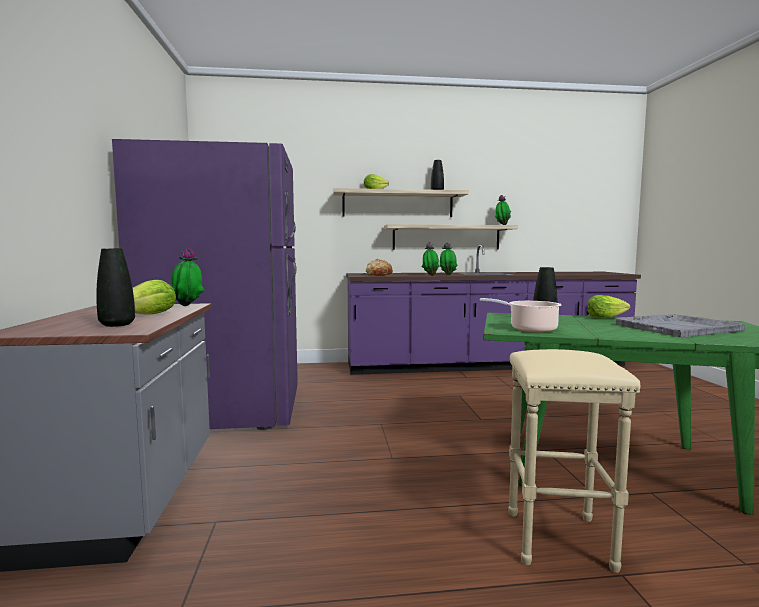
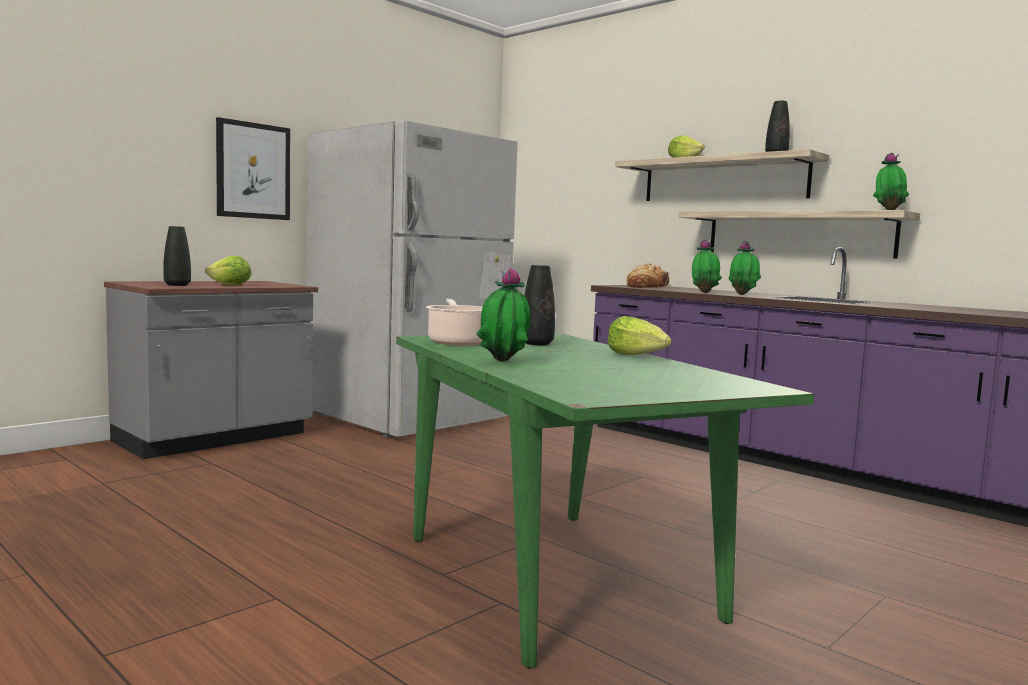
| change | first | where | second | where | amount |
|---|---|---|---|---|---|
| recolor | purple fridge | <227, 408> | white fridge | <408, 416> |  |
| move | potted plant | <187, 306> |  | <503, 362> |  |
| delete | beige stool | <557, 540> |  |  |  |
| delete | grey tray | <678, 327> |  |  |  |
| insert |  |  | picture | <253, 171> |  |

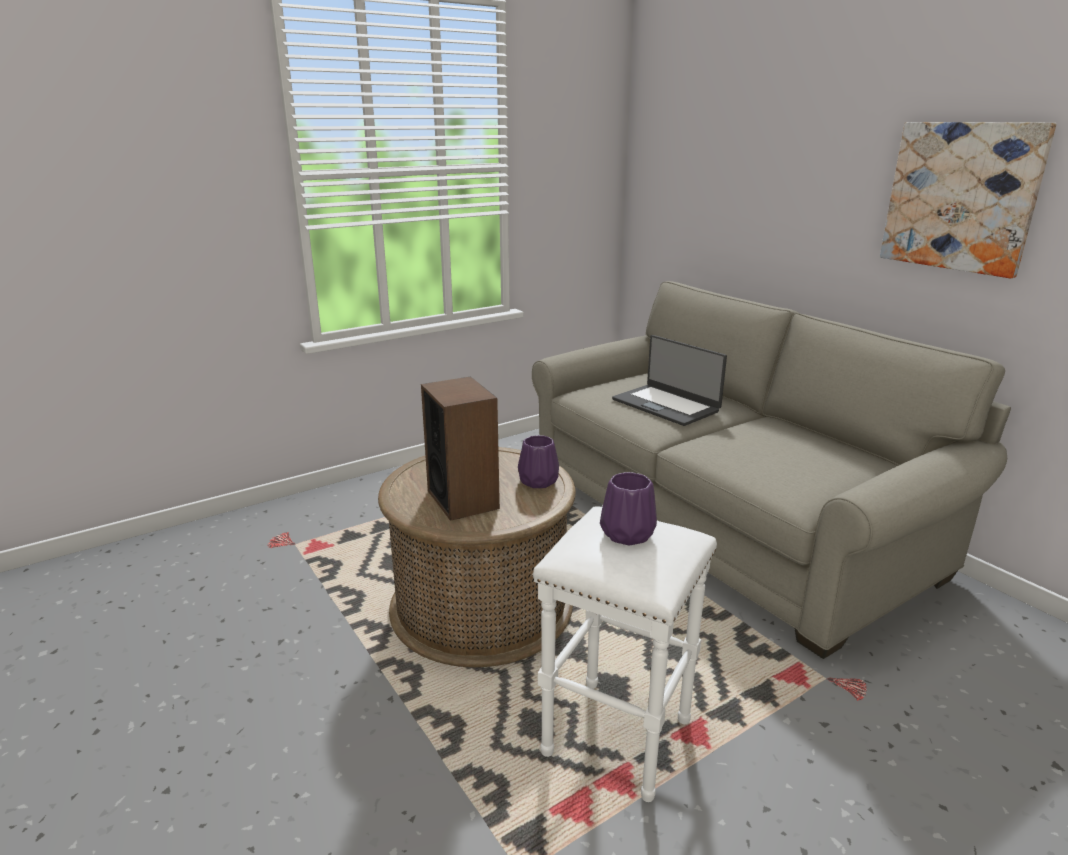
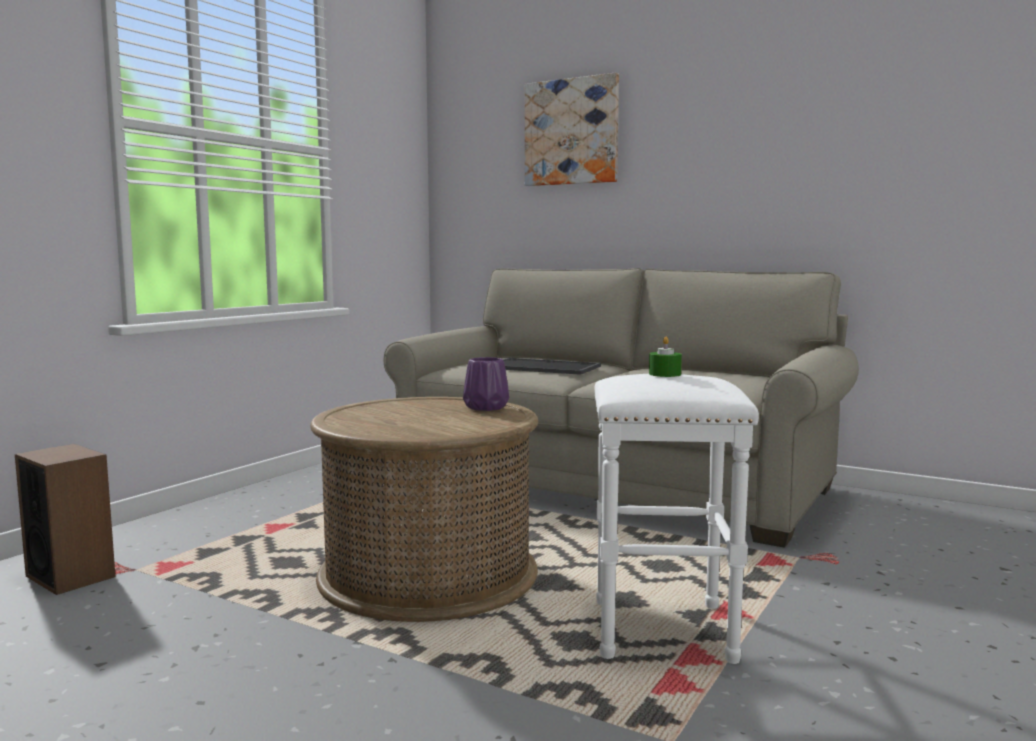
| change | first | where | second | where | amount |
|---|---|---|---|---|---|
| move | speaker | <463, 499> |  | <71, 576> |  |
| replace | purple vase | <626, 534> | green candle | <664, 374> |  |
| replace | laptop | <666, 405> | tray | <544, 367> |  |
| move | picture | <961, 197> |  | <572, 132> |  |

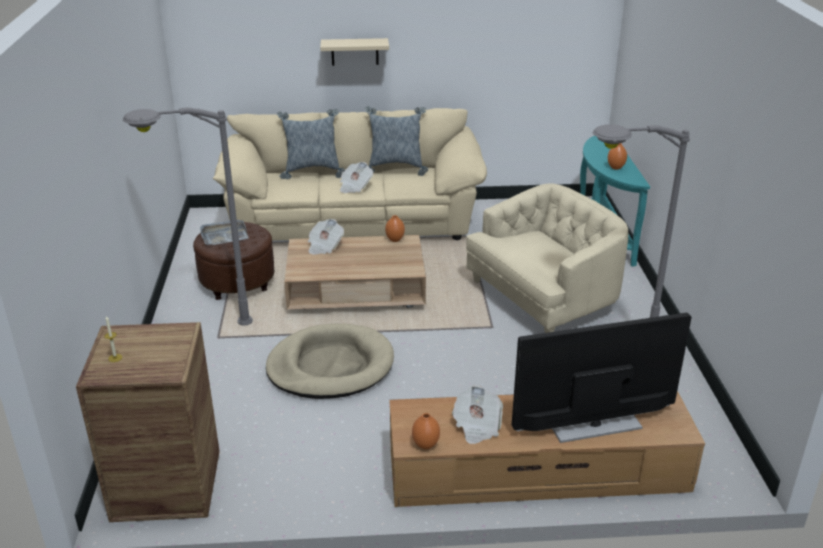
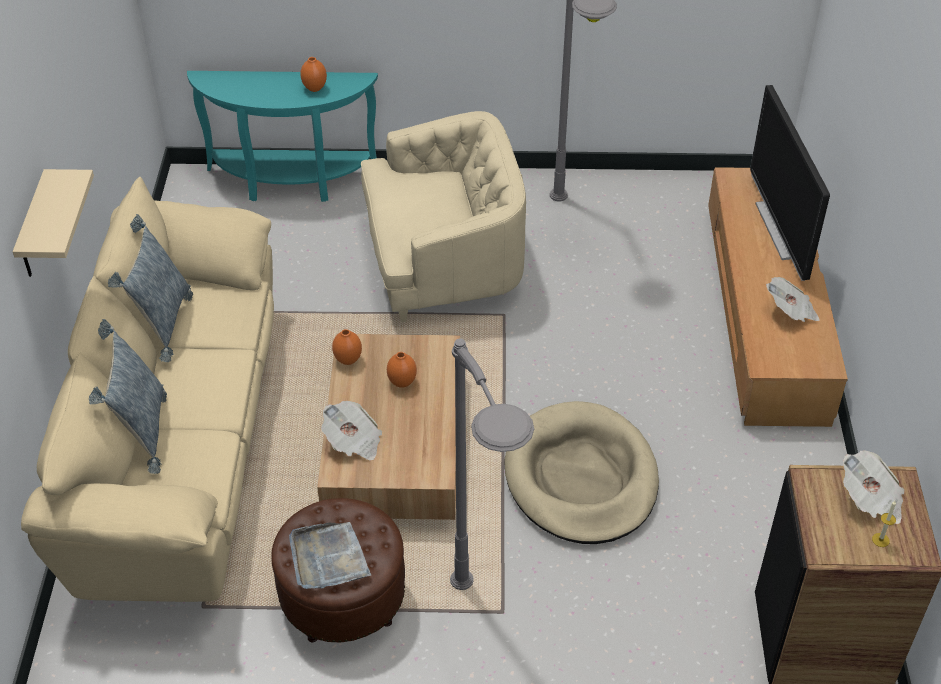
| change | first | where | second | where | amount |
|---|---|---|---|---|---|
| move | newspaper | <355, 187> |  | <870, 500> |  |
| move | orange vase | <425, 445> |  | <402, 383> |  |
| rotate | beige armchair | <542, 298> |  | <442, 261> | 105 degrees clockwise |

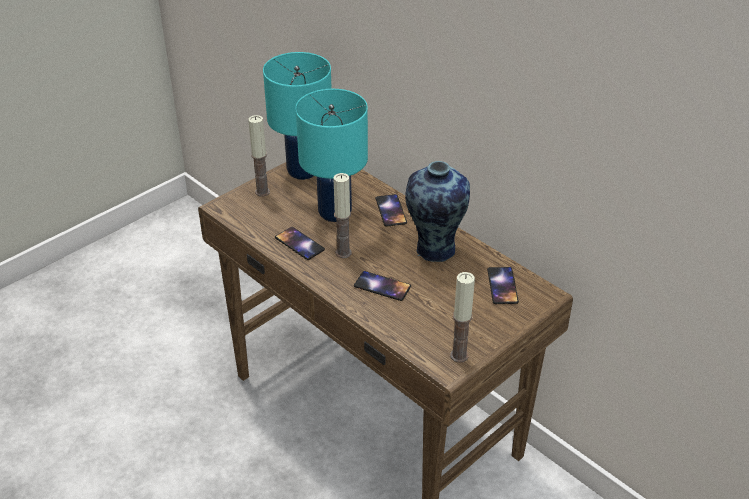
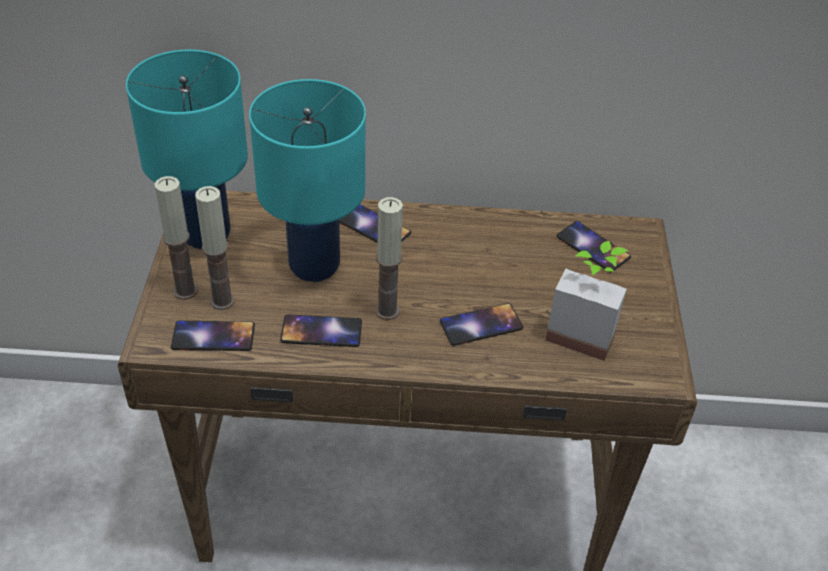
| change | first | where | second | where | amount |
|---|---|---|---|---|---|
| delete | vase | <434, 250> |  |  |  |
| move | candle | <459, 355> |  | <222, 301> |  |
| insert |  |  | phone | <213, 336> |  |
| insert |  |  | potted plant | <583, 331> |  |

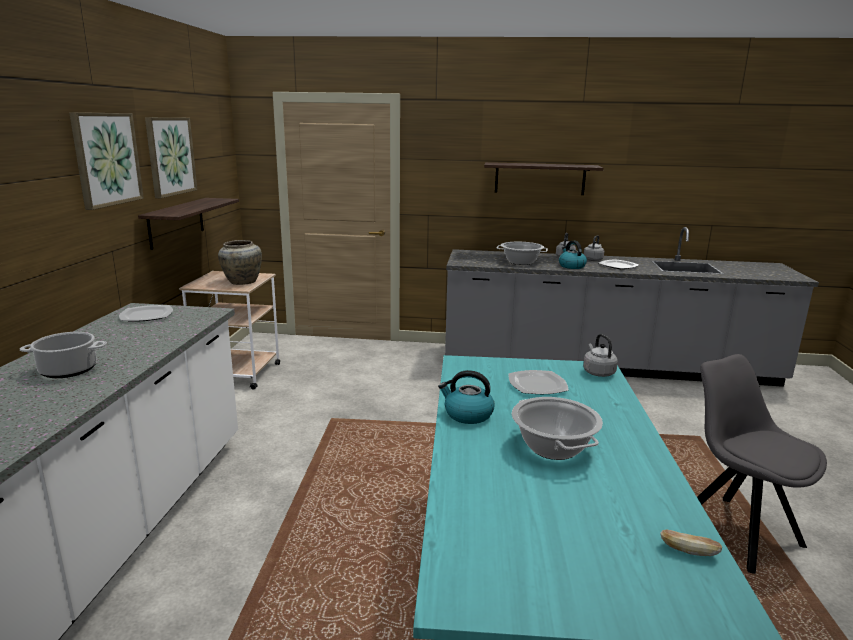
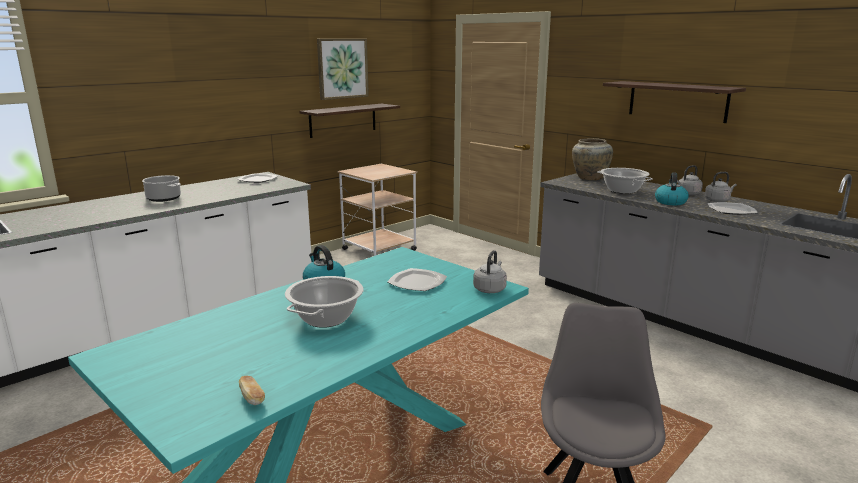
| change | first | where | second | where | amount |
|---|---|---|---|---|---|
| delete | picture | <106, 159> |  |  |  |
| move | beige vase | <241, 282> |  | <589, 178> |  |

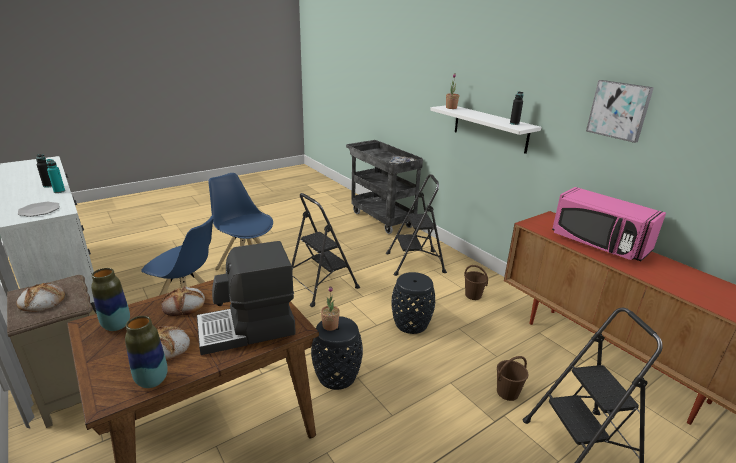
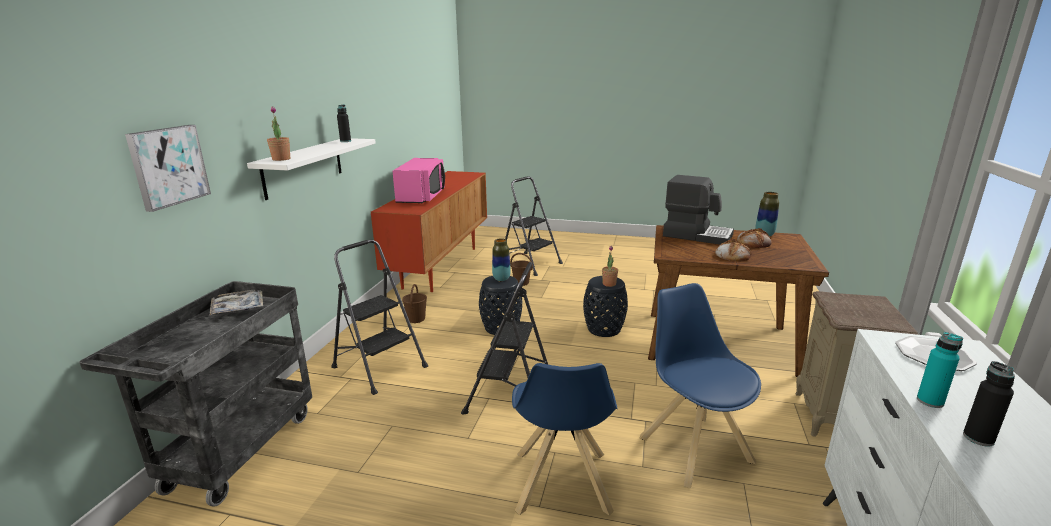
| change | first | where | second | where | amount |
|---|---|---|---|---|---|
| delete | bread | <41, 301> |  |  |  |
| move | vase | <116, 326> |  | <501, 279> |  |
| move | picture | <619, 110> |  | <168, 166> |  |

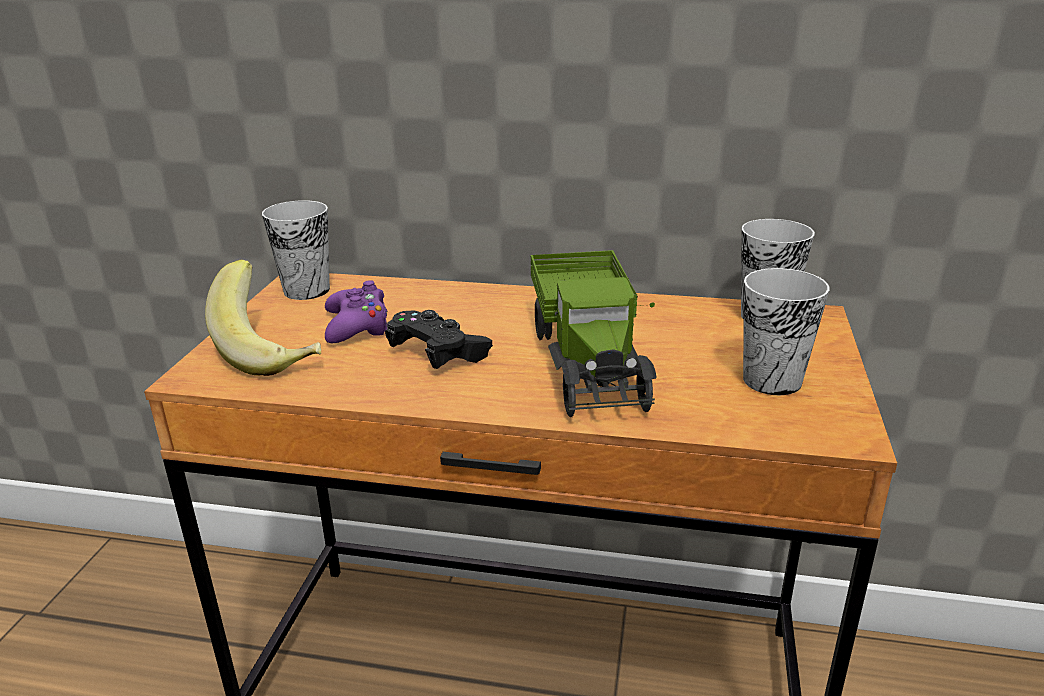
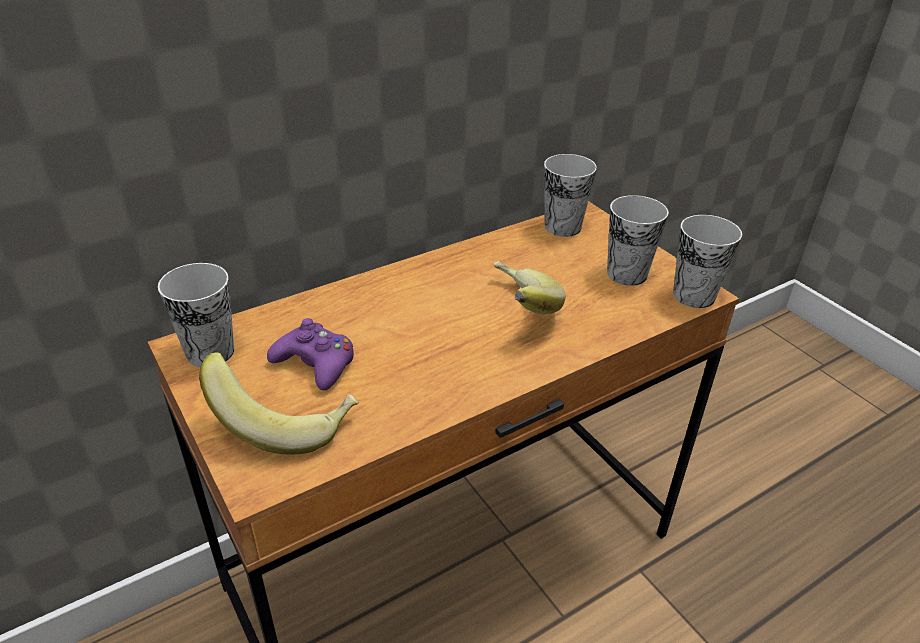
| change | first | where | second | where | amount |
|---|---|---|---|---|---|
| delete | black game controller | <438, 354> |  |  |  |
| replace | toy truck | <590, 360> | banana | <517, 309> |  |
| insert |  |  | cup | <693, 295> |  |

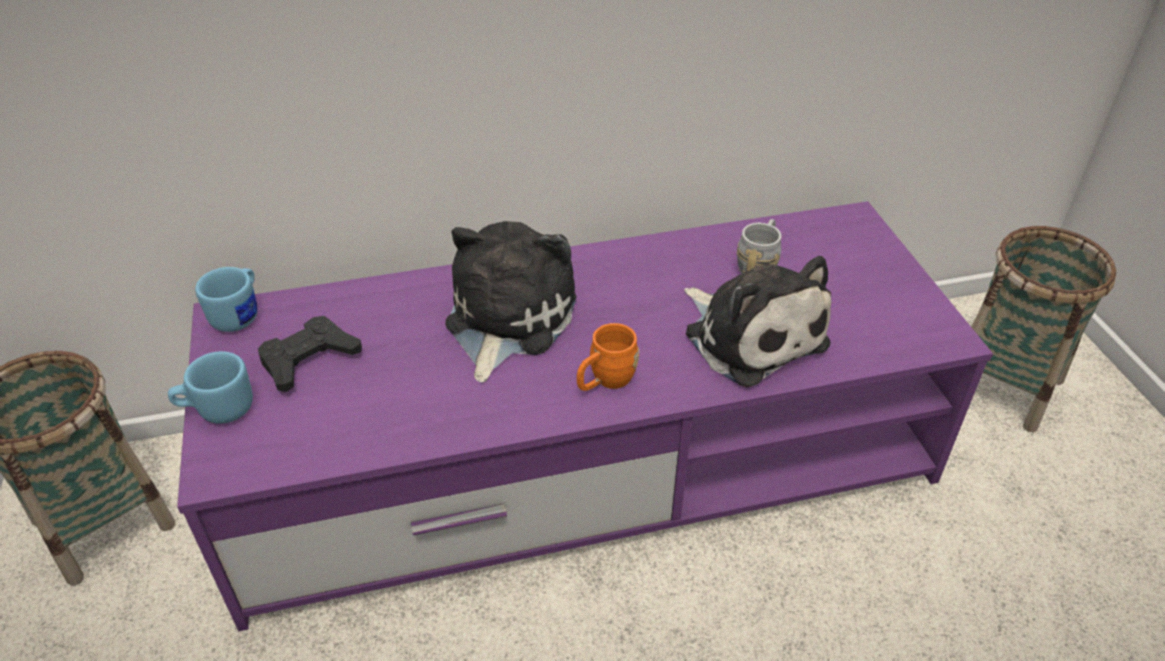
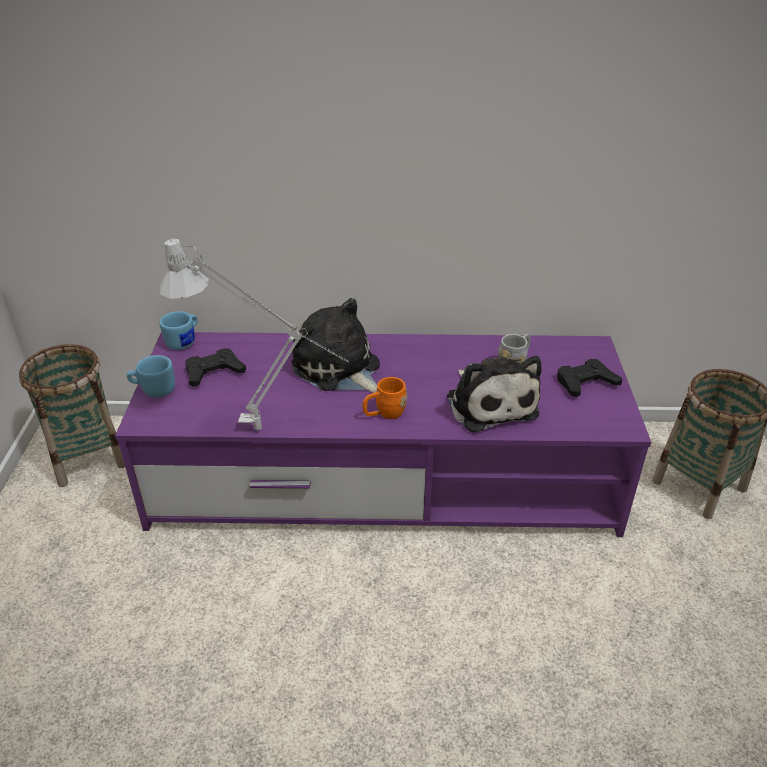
| change | first | where | second | where | amount |
|---|---|---|---|---|---|
| rotate | plush toy | <506, 319> |  | <338, 369> | 75 degrees counterclockwise |
| insert |  |  | grey table lamp | <269, 431> |  |
| insert |  |  | black game controller | <585, 382> |  |

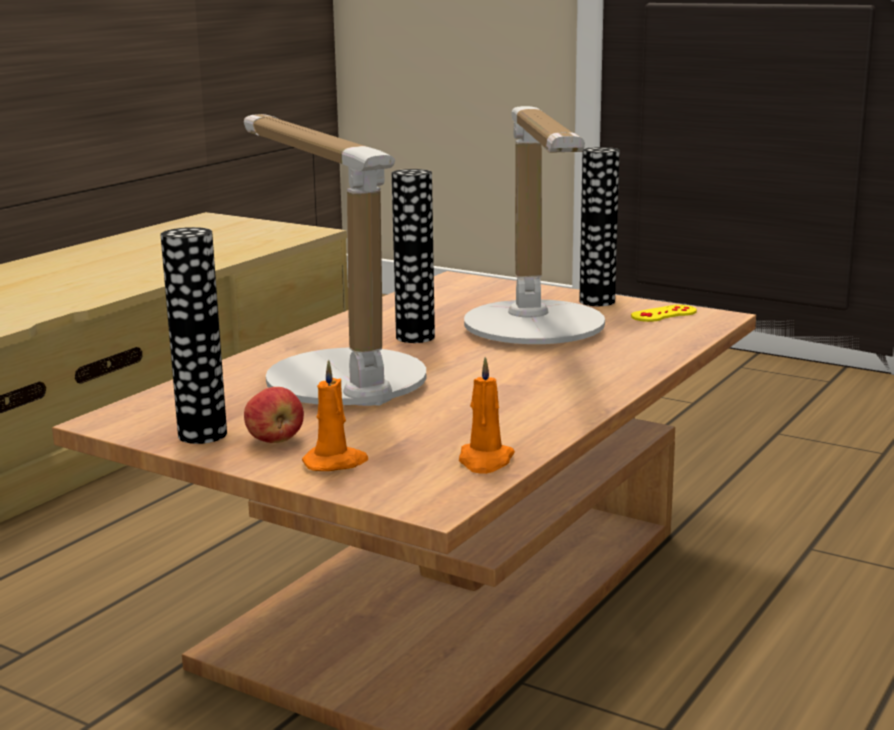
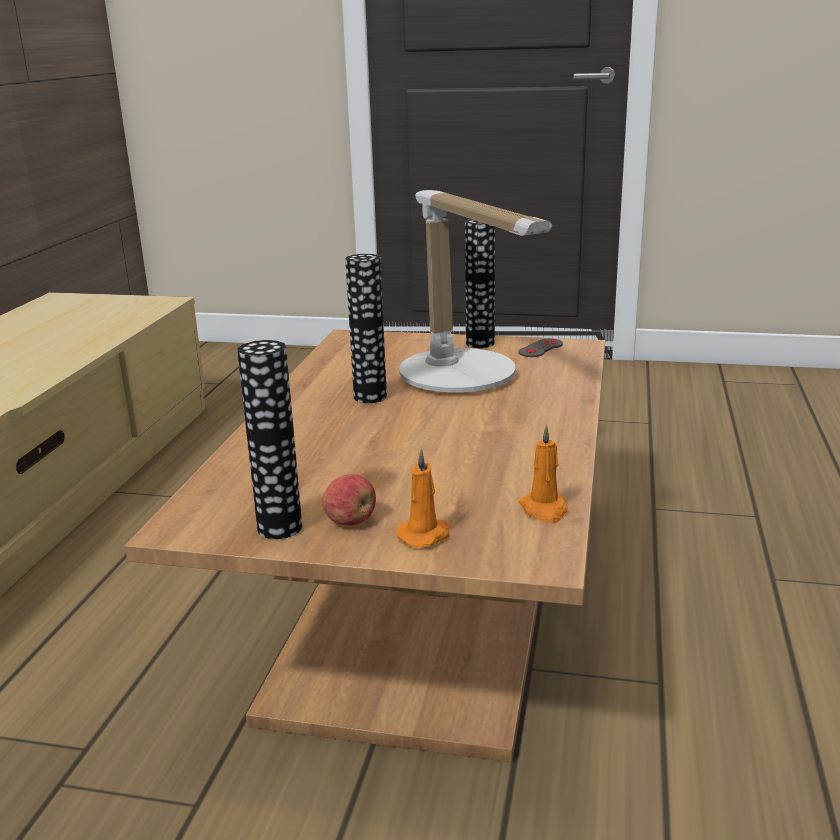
| change | first | where | second | where | amount |
|---|---|---|---|---|---|
| delete | table lamp | <337, 377> |  |  |  |
| recolor | yellow game controller | <664, 314> | grey game controller | <540, 348> |  |

